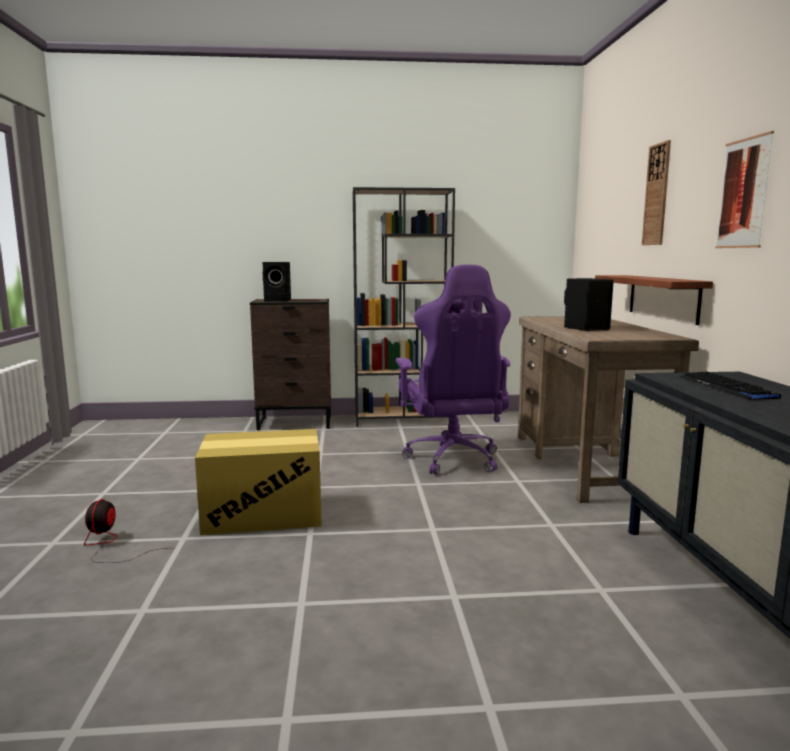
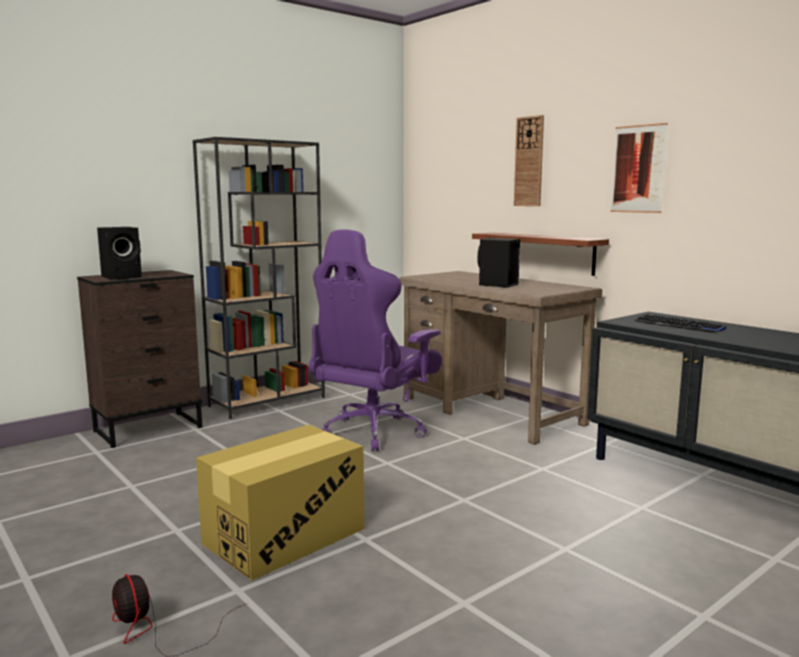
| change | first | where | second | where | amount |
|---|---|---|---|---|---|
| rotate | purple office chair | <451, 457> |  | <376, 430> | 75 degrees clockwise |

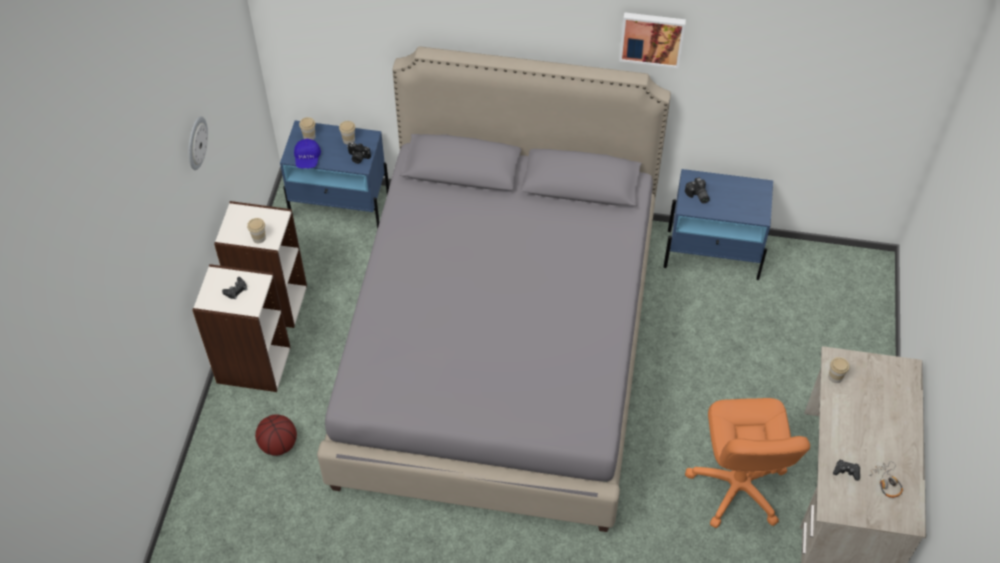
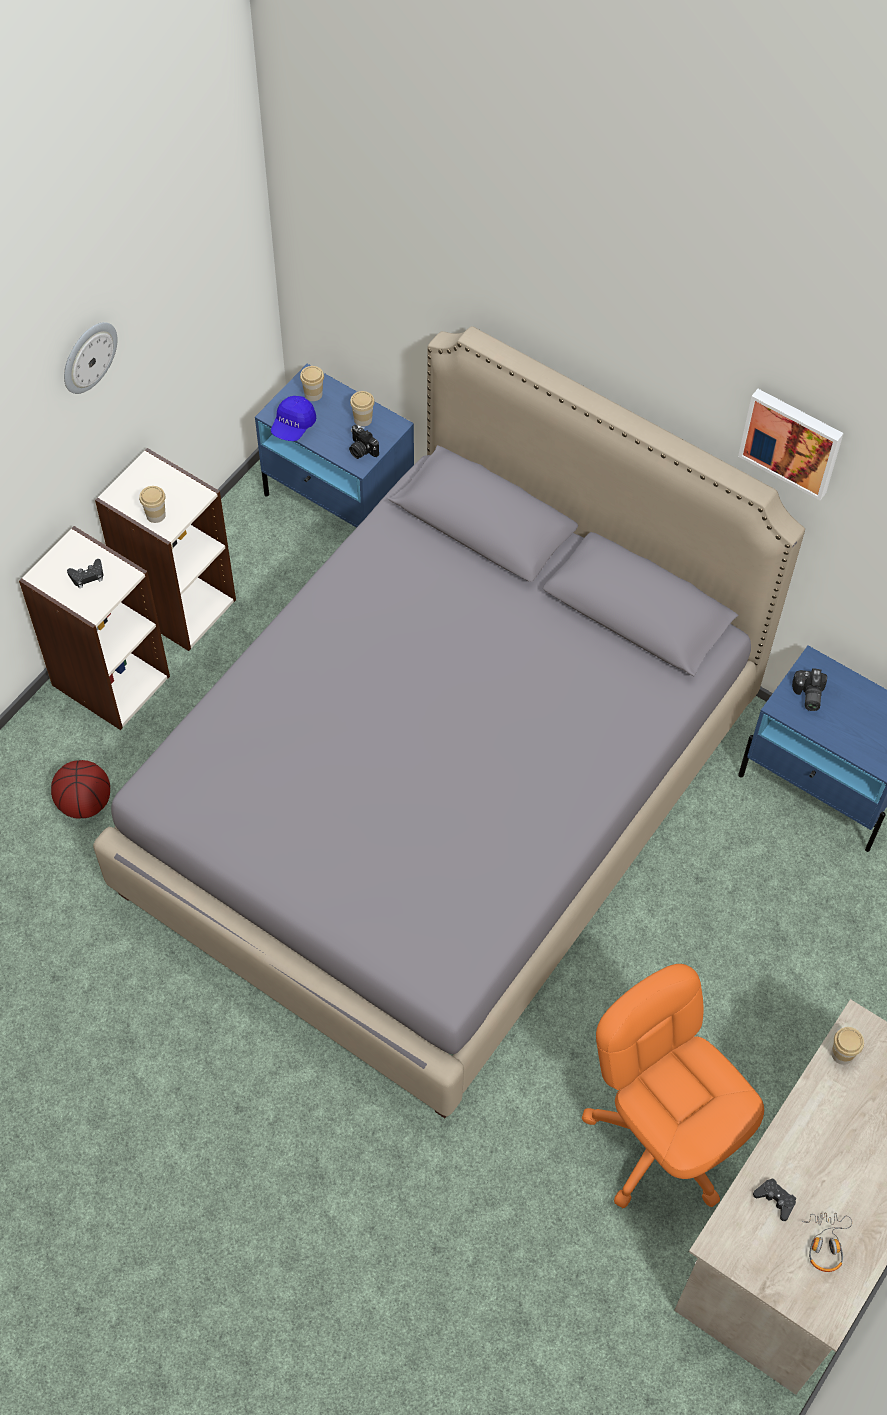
| change | first | where | second | where | amount |
|---|---|---|---|---|---|
| rotate | orange office chair | <737, 487> |  | <662, 1139> | 120 degrees clockwise |

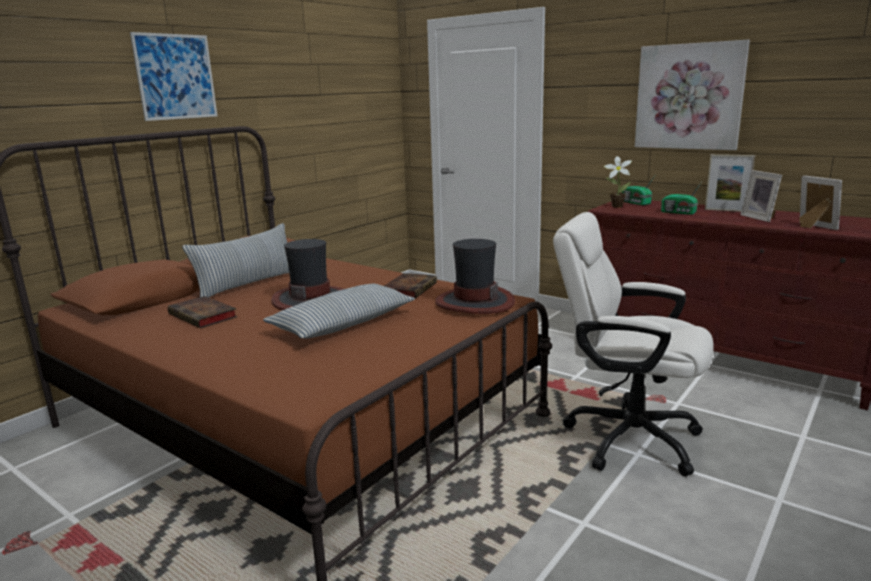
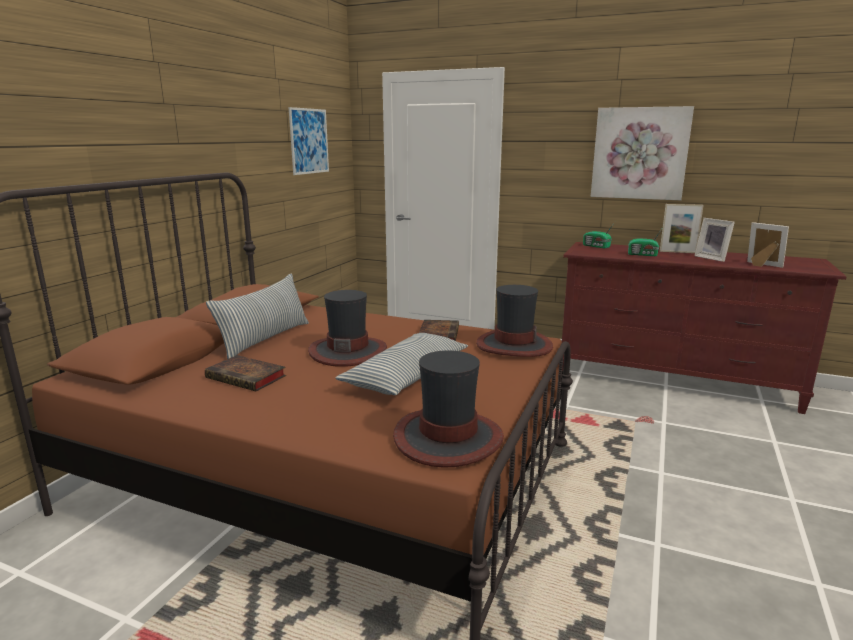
| change | first | where | second | where | amount |
|---|---|---|---|---|---|
| move | picture | <175, 77> |  | <309, 141> |  |
| delete | white office chair | <624, 439> |  |  |  |
| delete | potted plant | <615, 206> |  |  |  |
| insert |  |  | hat | <448, 438> |  |

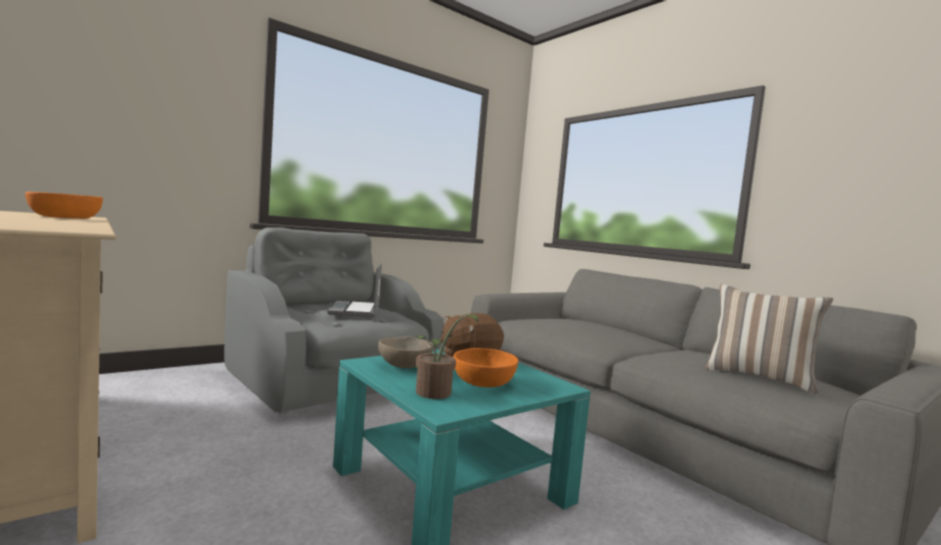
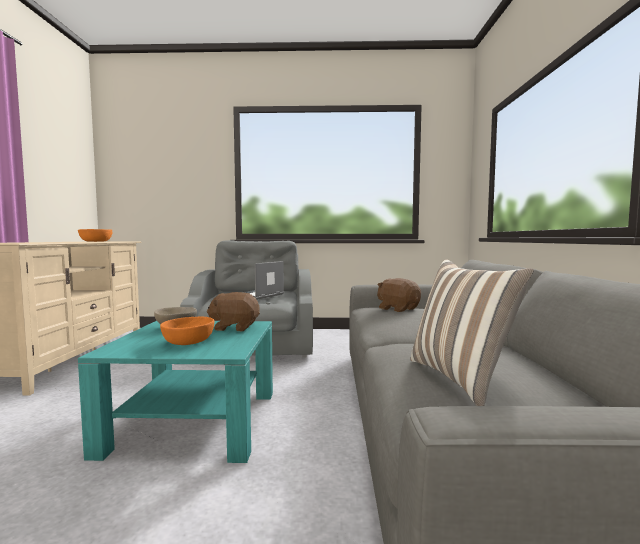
| change | first | where | second | where | amount |
|---|---|---|---|---|---|
| delete | potted plant | <435, 394> |  |  |  |
| insert |  |  | brown plush toy | <398, 309> |  |

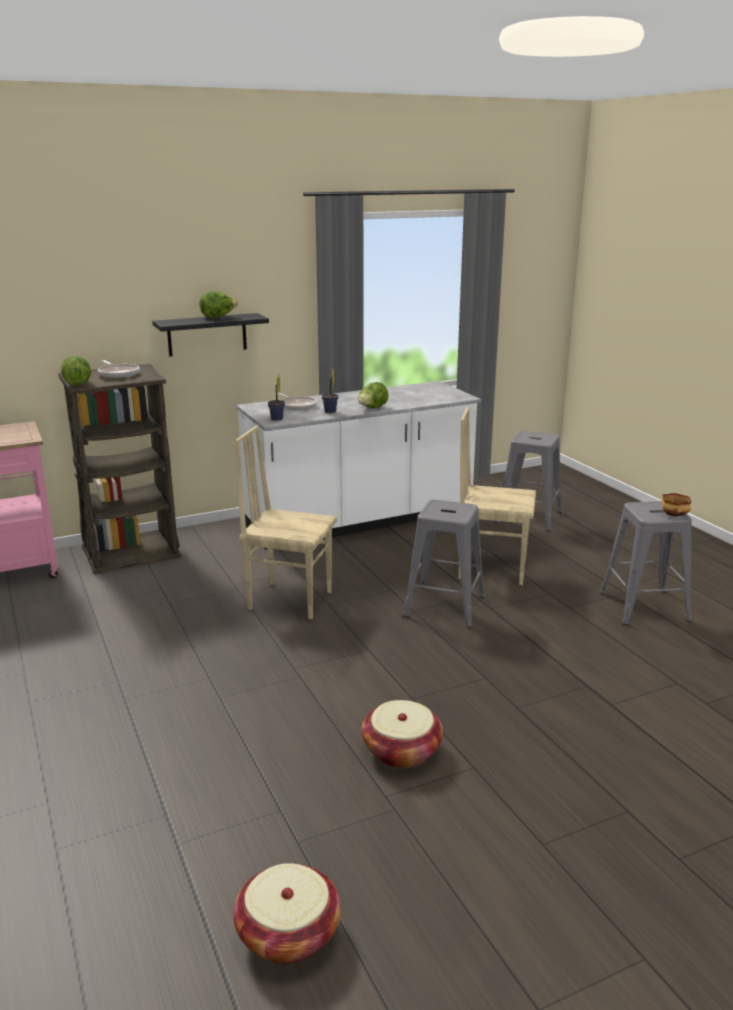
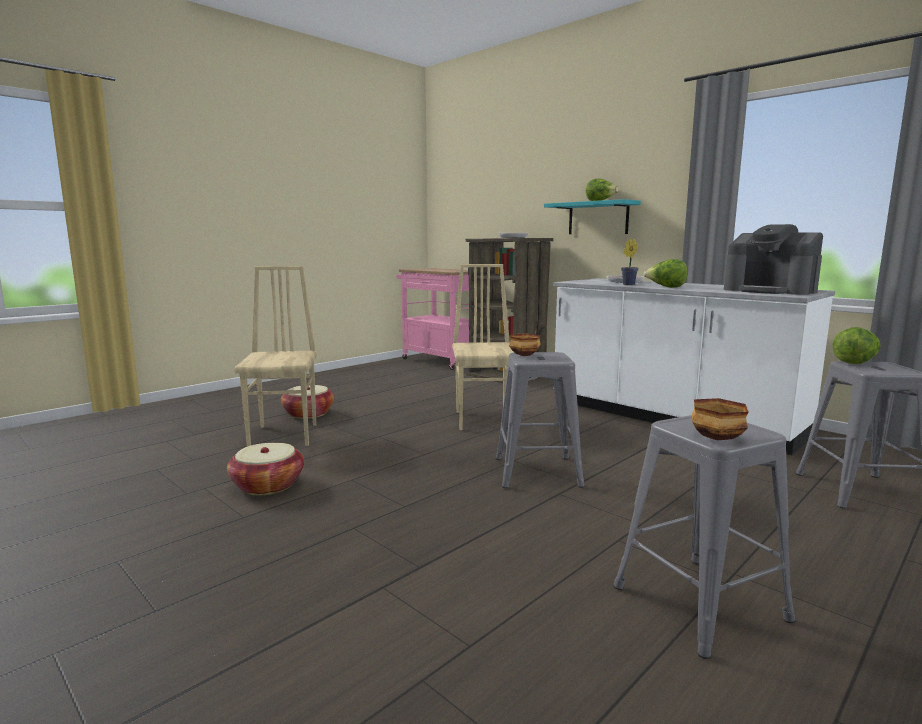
| change | first | where | second | where | amount |
|---|---|---|---|---|---|
| move | lettuce | <77, 383> |  | <855, 362> |  |
| recolor | black shelf | <207, 334> | turquoise shelf | <598, 218> |  |
| move | basket | <288, 933> |  | <308, 414> |  |
| delete | potted plant | <276, 419> |  |  |  |
| move | beige chair | <492, 569> |  | <285, 435> |  |
| insert |  |  | bowl | <525, 355> |  |
| insert |  |  | coffee machine | <770, 291> |  |

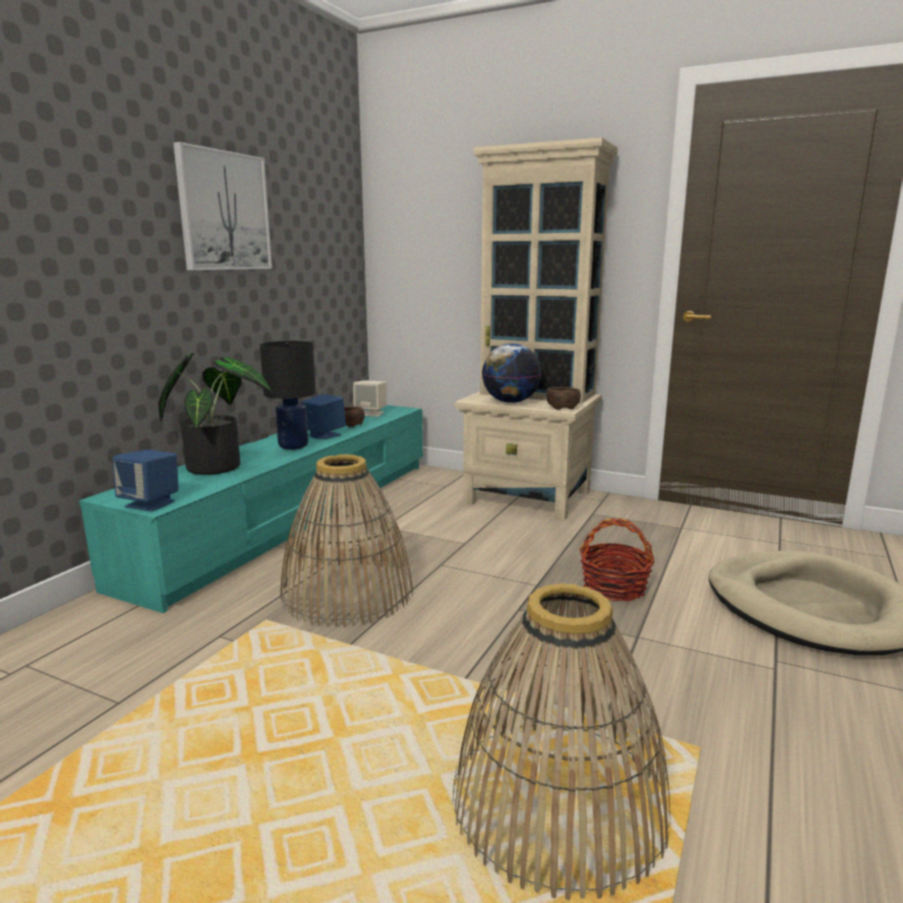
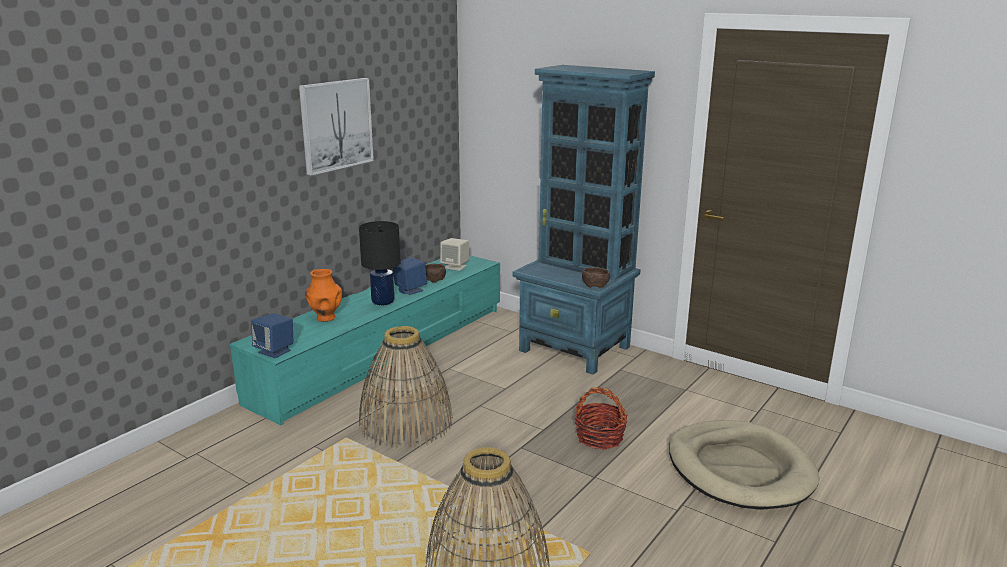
| change | first | where | second | where | amount |
|---|---|---|---|---|---|
| replace | potted plant | <219, 466> | orange vase | <325, 318> |  |
| recolor | beige cabinet | <527, 498> | blue cabinet | <574, 349> |  |
| delete | globe | <510, 402> |  |  |  |

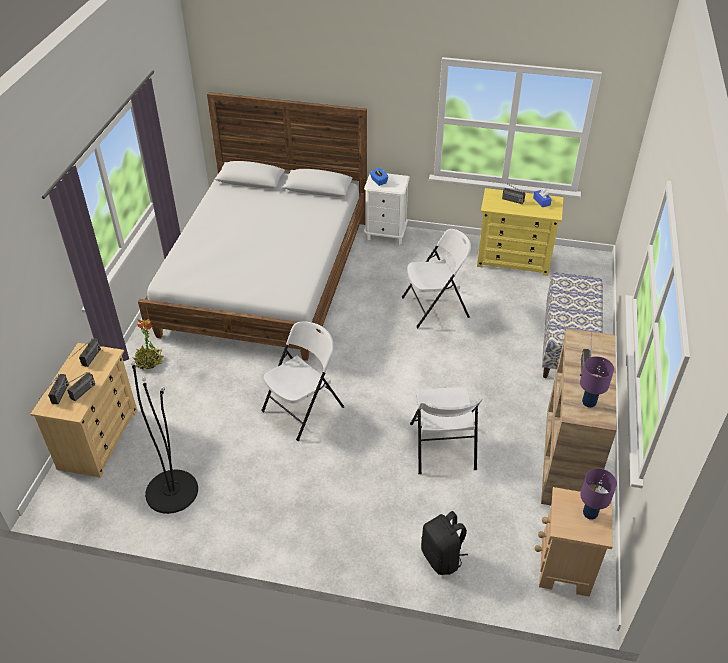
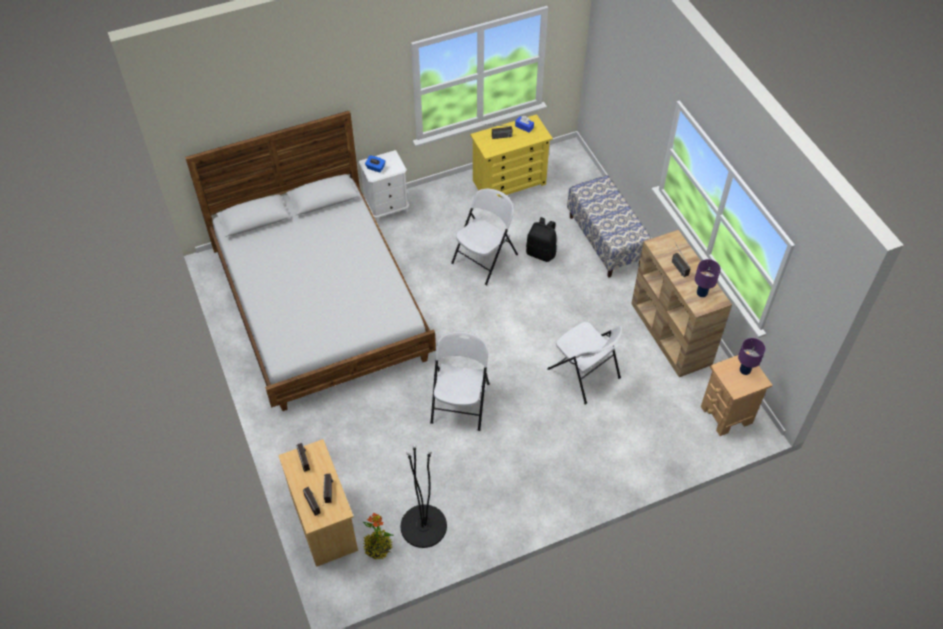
| change | first | where | second | where | amount |
|---|---|---|---|---|---|
| move | potted plant | <149, 362> |  | <378, 547> |  |
| move | black backpack | <442, 558> |  | <541, 253> |  |

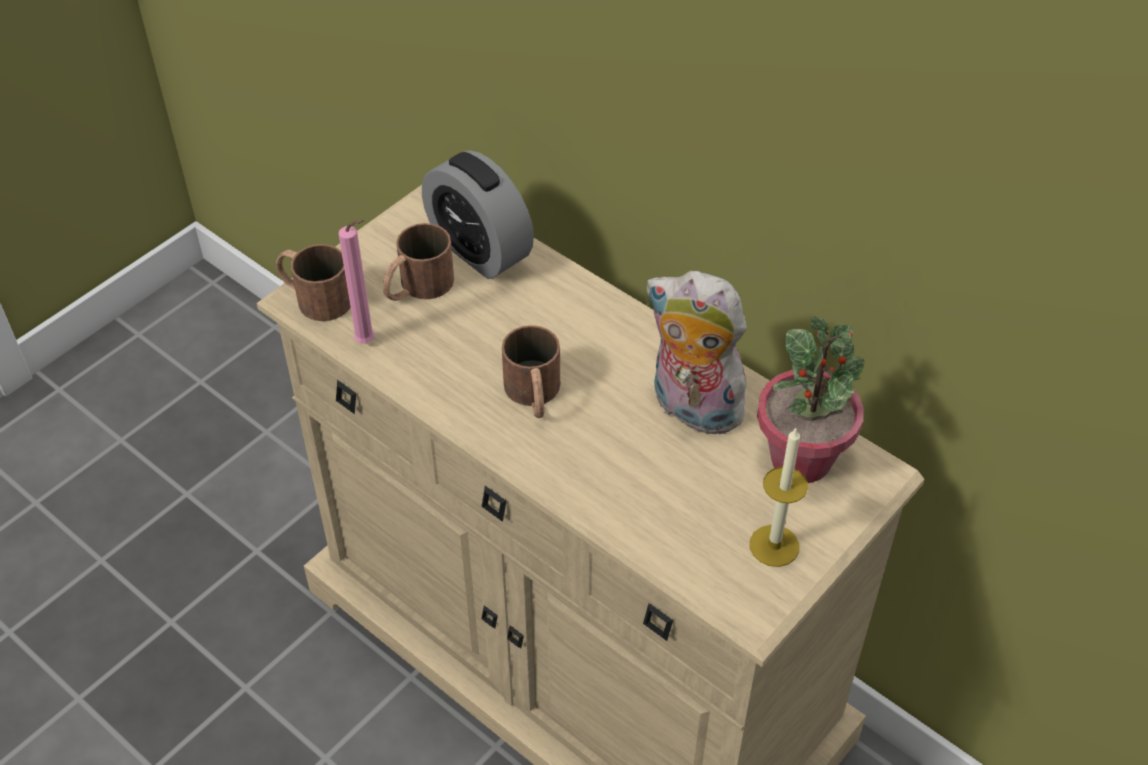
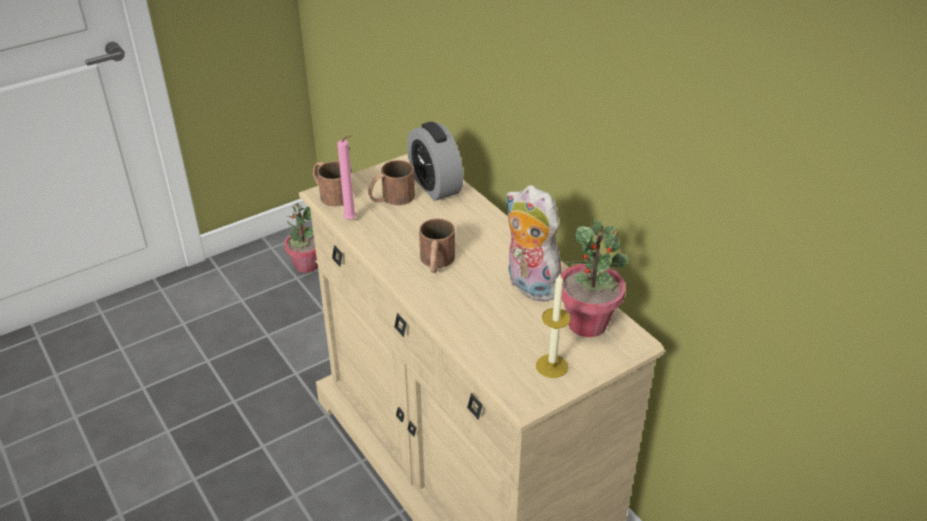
| change | first | where | second | where | amount |
|---|---|---|---|---|---|
| insert |  |  | potted plant | <306, 265> |  |

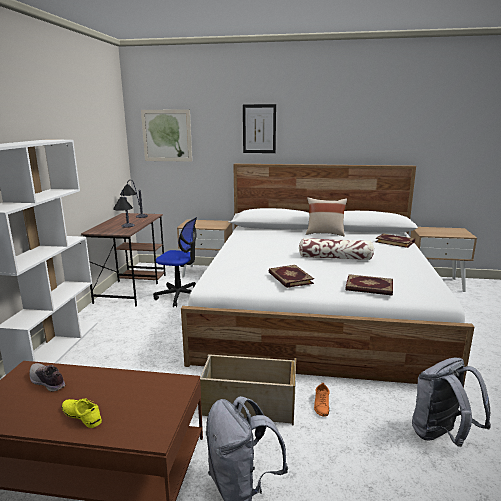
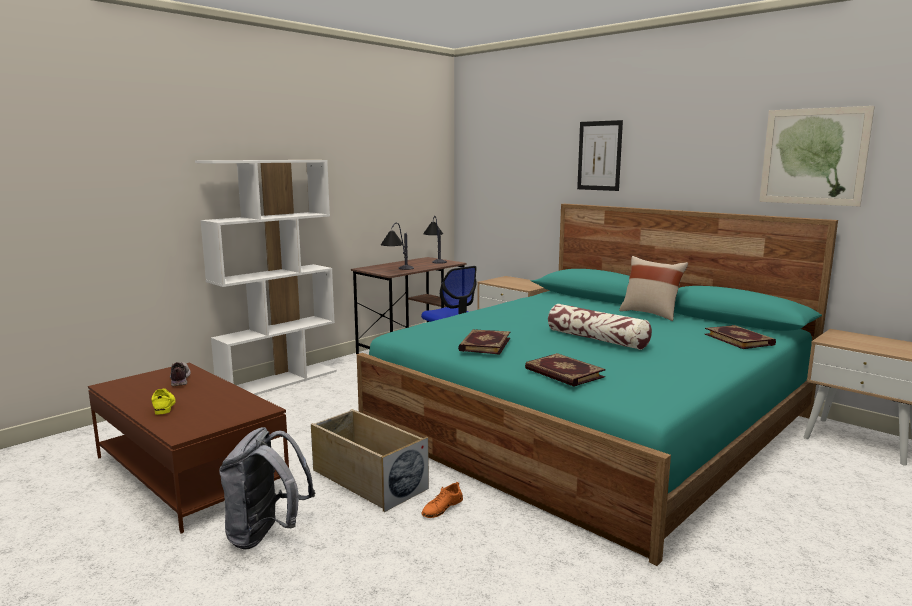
| change | first | where | second | where | amount |
|---|---|---|---|---|---|
| move | picture | <167, 135> |  | <813, 156> |  |
| recolor | white bed | <317, 311> | turquoise bed | <591, 422> |  |
| delete | grey backpack | <441, 436> |  |  |  |

